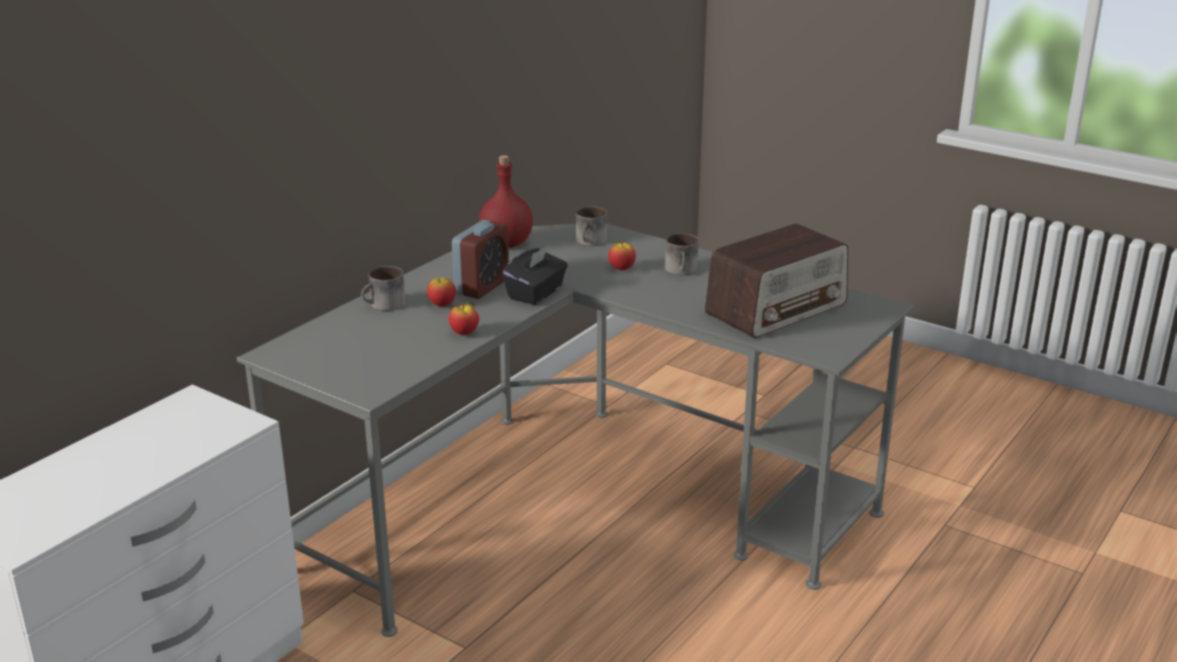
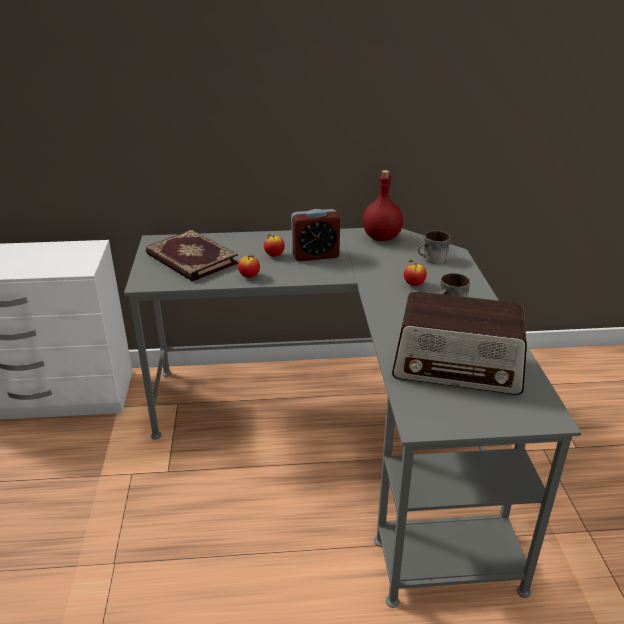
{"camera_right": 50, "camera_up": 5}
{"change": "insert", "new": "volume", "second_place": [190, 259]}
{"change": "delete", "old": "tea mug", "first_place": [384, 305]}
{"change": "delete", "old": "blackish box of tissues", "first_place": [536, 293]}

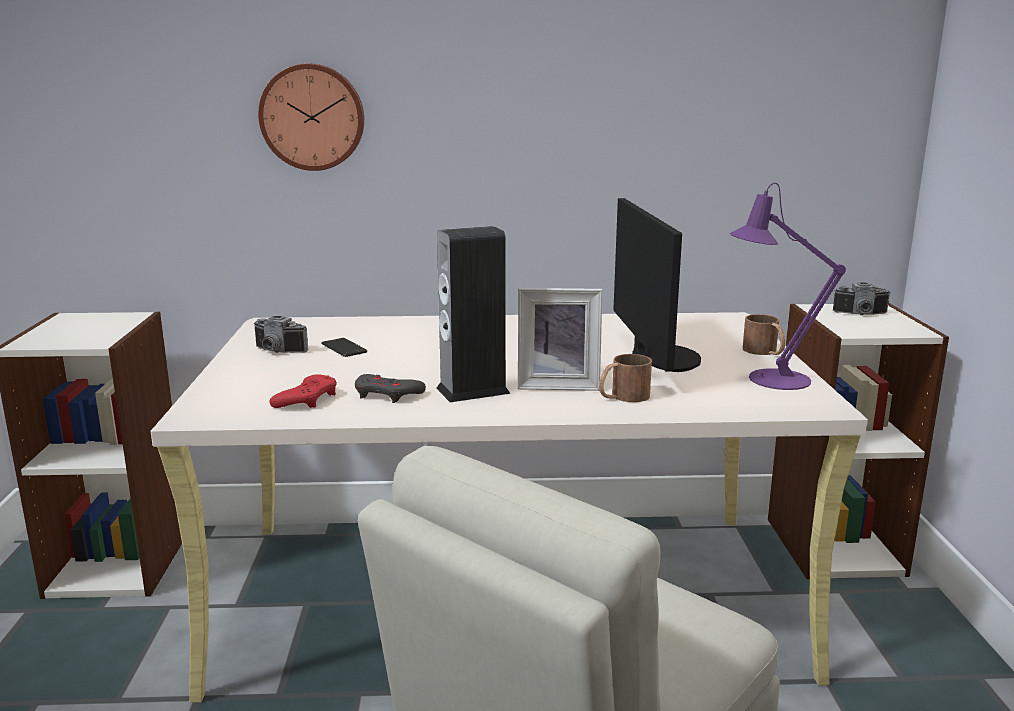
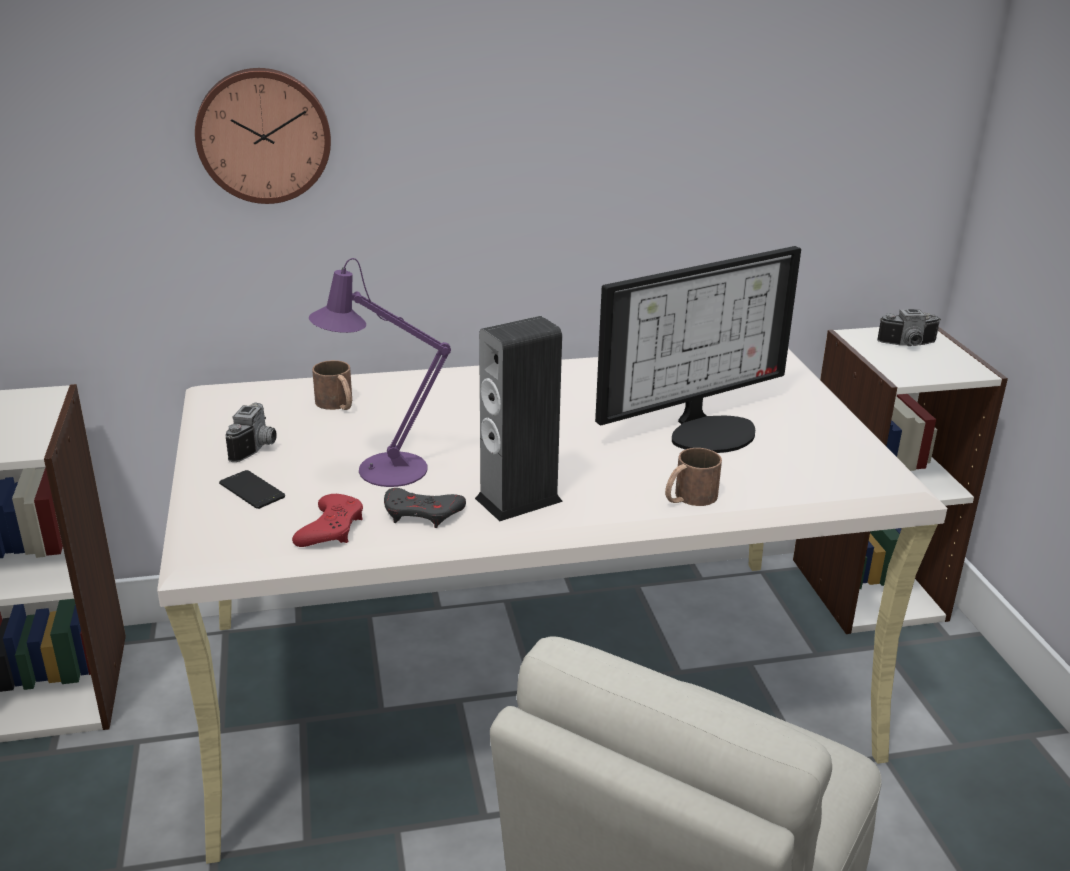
{"camera_right": -10, "camera_up": 10}
{"change": "move", "old": "telephone", "first_place": [344, 348], "second_place": [252, 490]}
{"change": "rotate", "old": "photo camera", "first_place": [277, 352], "second_place": [258, 447], "degrees": -90}
{"change": "move", "old": "purplish table lamp", "first_place": [770, 379], "second_place": [382, 470]}
{"change": "move", "old": "brown-coloured tea mug", "first_place": [765, 352], "second_place": [338, 405]}
{"change": "rotate", "old": "computer display", "first_place": [659, 358], "second_place": [708, 430], "degrees": 75}
{"change": "delete", "old": "picture frame", "first_place": [558, 384]}

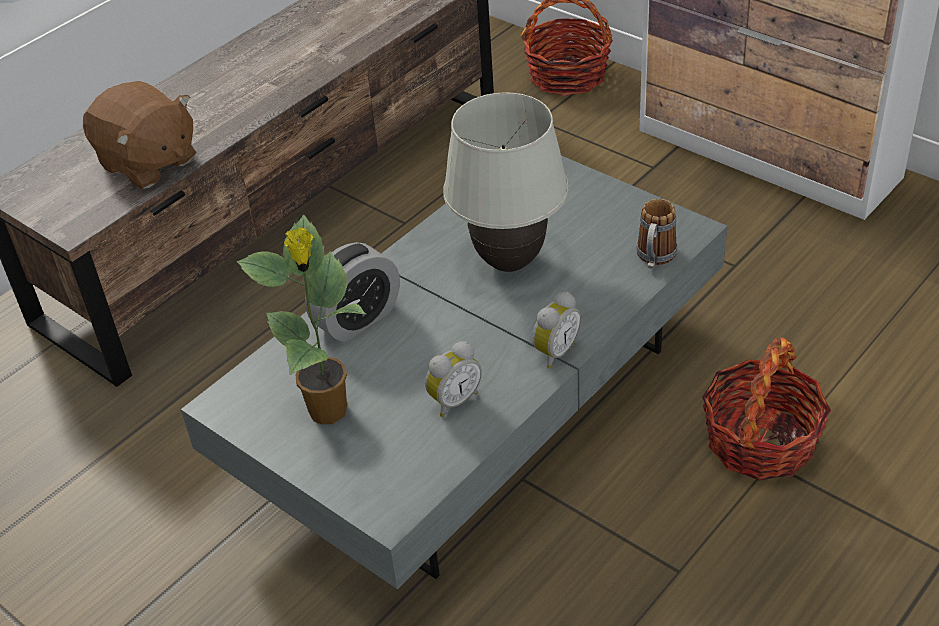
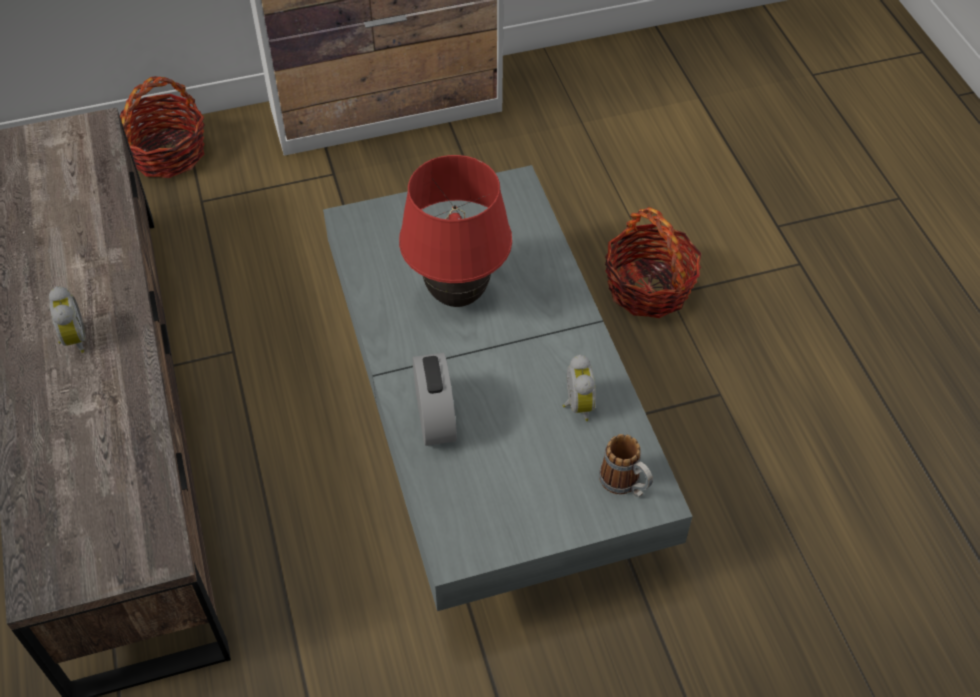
{"camera_right": -60, "camera_up": 10}
{"change": "move", "old": "bedside clock", "first_place": [554, 352], "second_place": [73, 339]}
{"change": "recolor", "old": "white-coloured table lamp", "new": "red table lamp", "first_place": [509, 262], "second_place": [458, 296]}
{"change": "move", "old": "tea mug", "first_place": [654, 259], "second_place": [625, 484]}
{"change": "delete", "old": "brown-coloured plush toy", "first_place": [148, 163]}
{"change": "delete", "old": "potted plant", "first_place": [329, 412]}

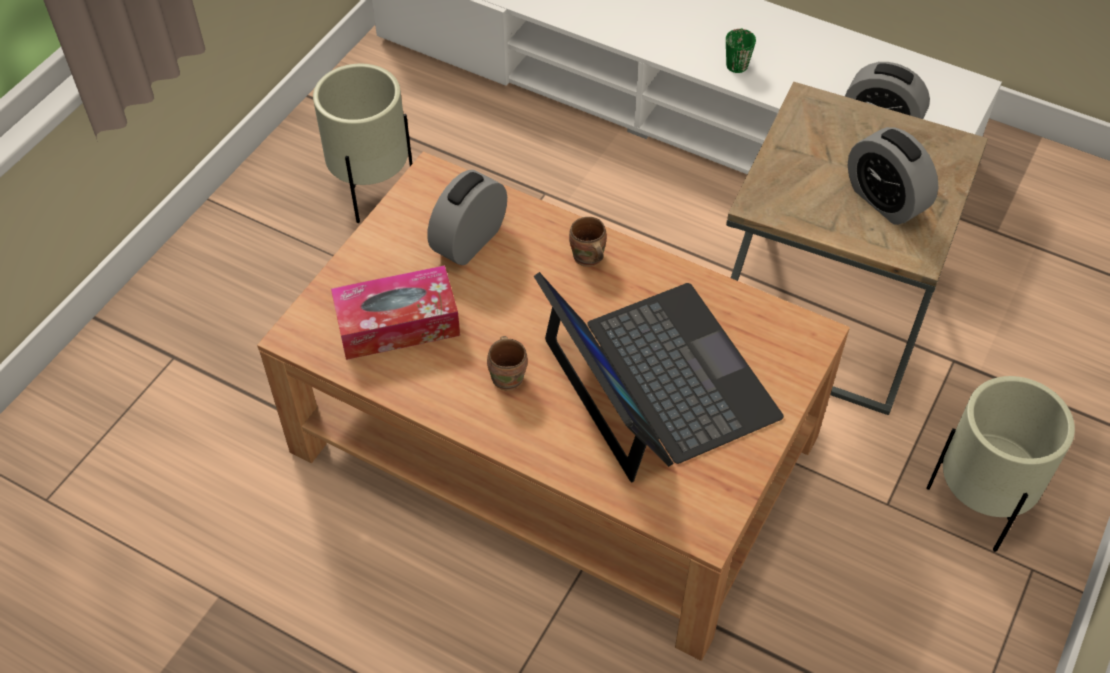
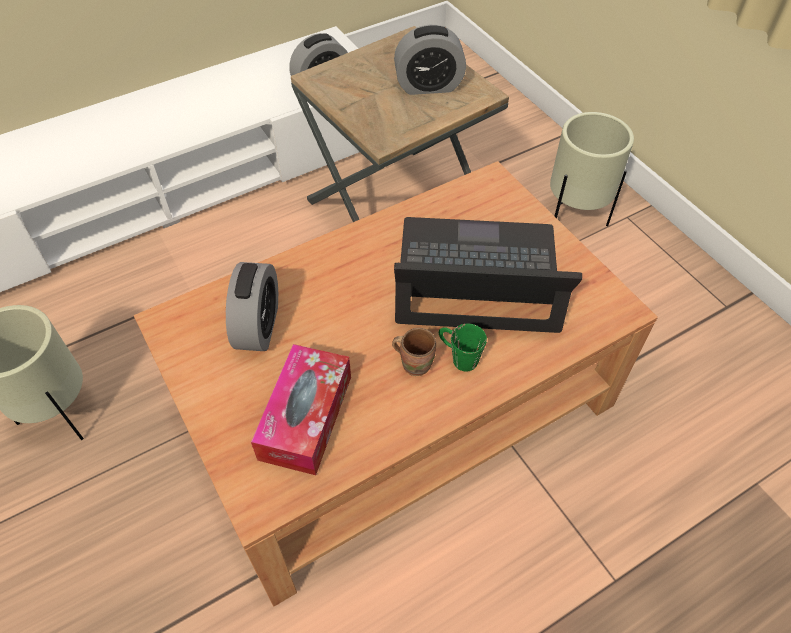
{"camera_right": -60, "camera_up": 0}
{"change": "rotate", "old": "bedside clock", "first_place": [469, 241], "second_place": [258, 326], "degrees": -150}
{"change": "move", "old": "greenish tea mug", "first_place": [737, 61], "second_place": [458, 357]}
{"change": "delete", "old": "brown-coloured tea mug", "first_place": [587, 259]}

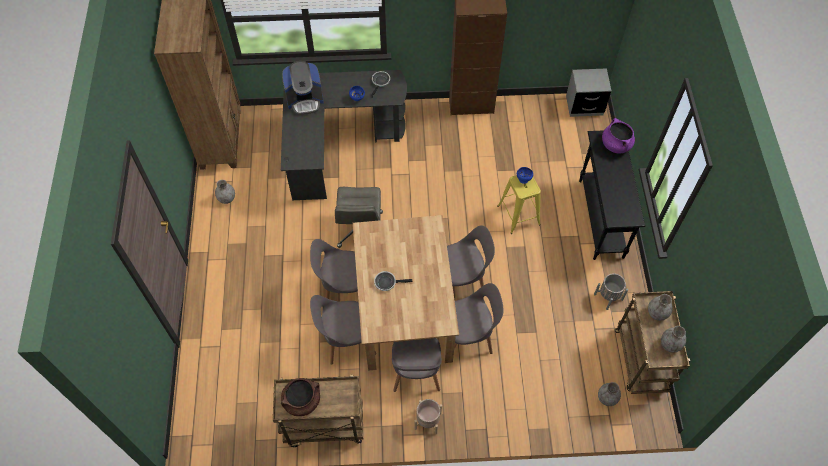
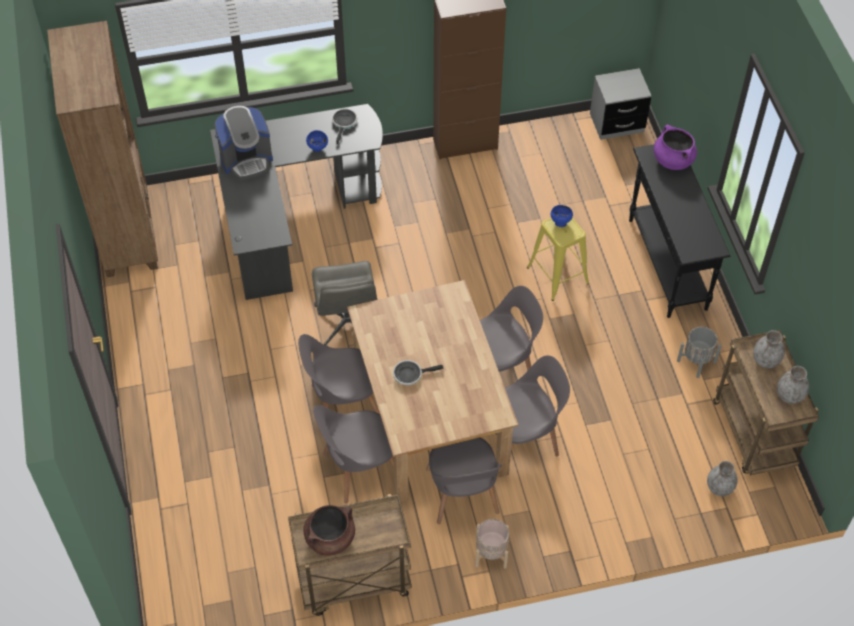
{"camera_right": -10, "camera_up": -5}
{"change": "delete", "old": "grey vase", "first_place": [226, 198]}

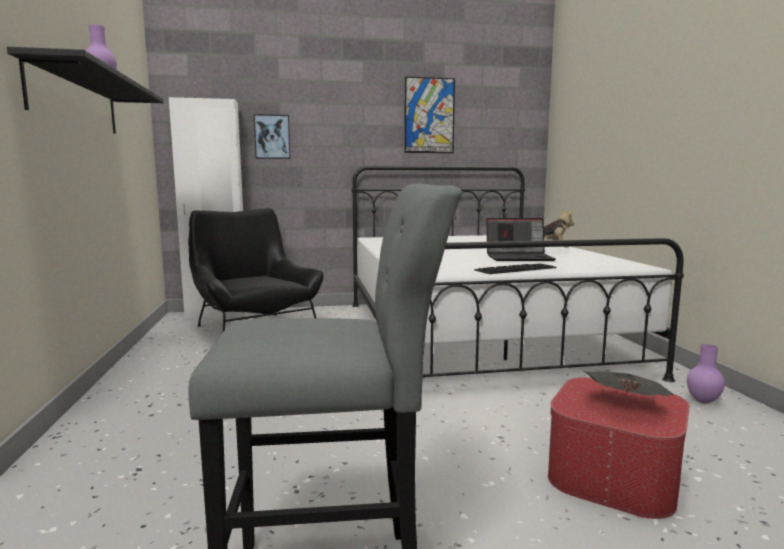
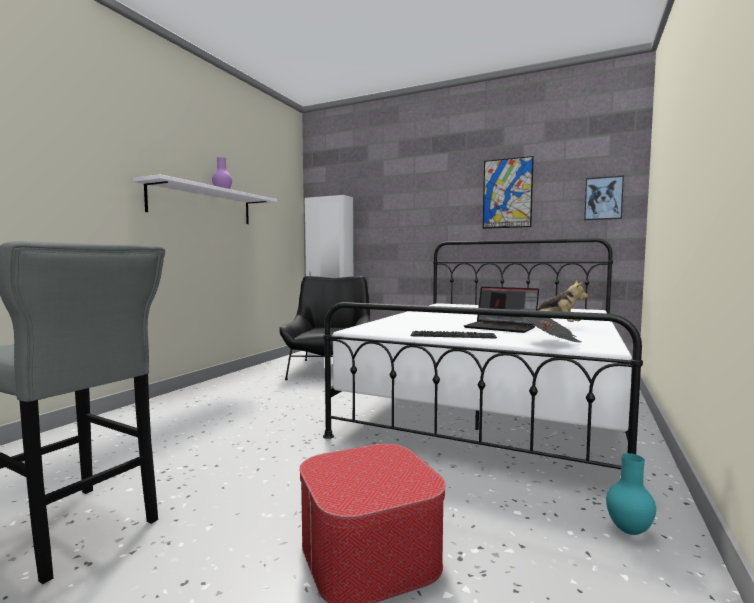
{"camera_right": 35, "camera_up": -5}
{"change": "recolor", "old": "blackish bracket shelf", "new": "white-coloured bracket shelf", "first_place": [76, 101], "second_place": [202, 205]}
{"change": "move", "old": "newspaper", "first_place": [626, 405], "second_place": [549, 343]}
{"change": "move", "old": "wall art", "first_place": [272, 137], "second_place": [603, 198]}
{"change": "recolor", "old": "purplish vase", "new": "turquoise vase", "first_place": [703, 401], "second_place": [630, 531]}

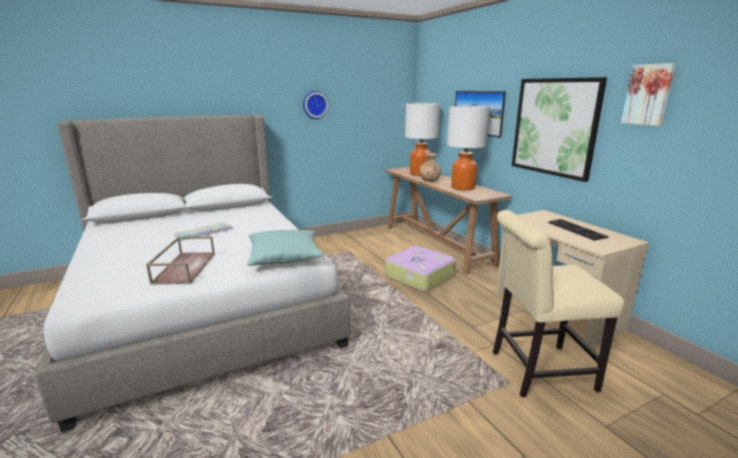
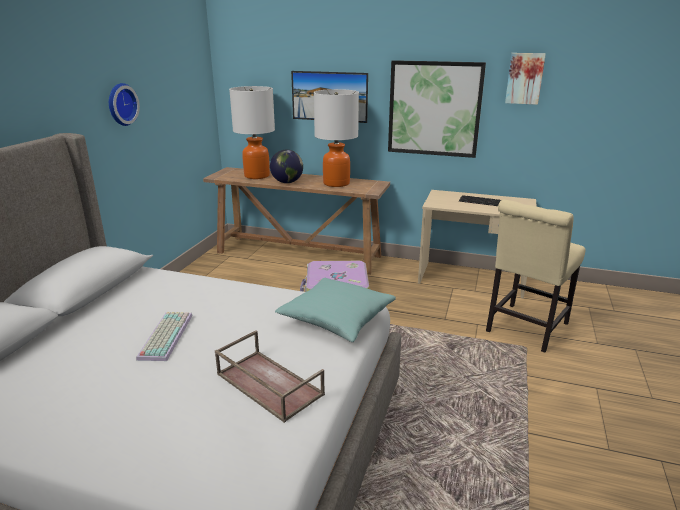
{"camera_right": -45, "camera_up": 5}
{"change": "replace", "old": "brown-coloured vase", "new": "world globe", "first_place": [429, 180], "second_place": [287, 182]}

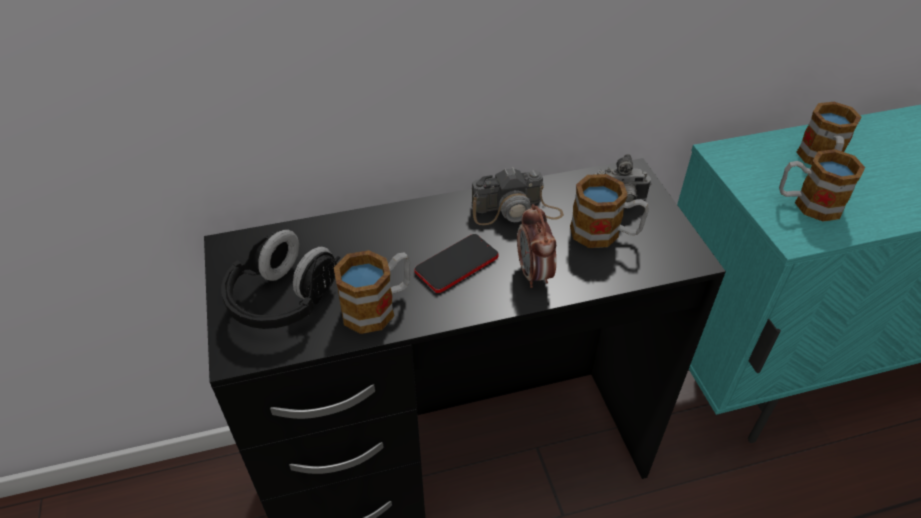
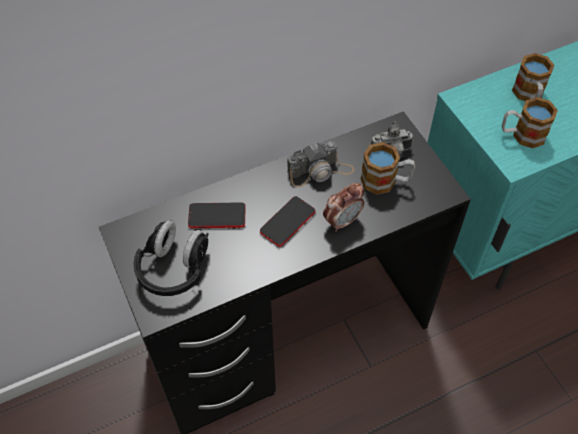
{"camera_right": -10, "camera_up": 10}
{"change": "insert", "new": "telephone", "second_place": [217, 216]}
{"change": "rotate", "old": "bedside clock", "first_place": [534, 274], "second_place": [342, 221], "degrees": -105}
{"change": "delete", "old": "tea mug", "first_place": [378, 306]}

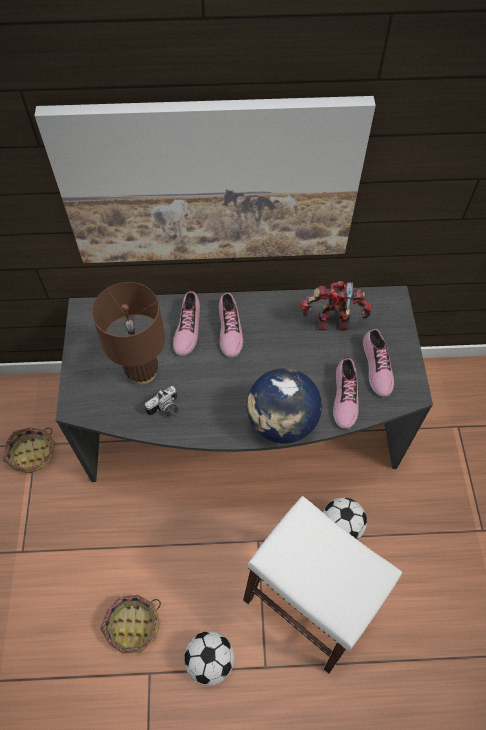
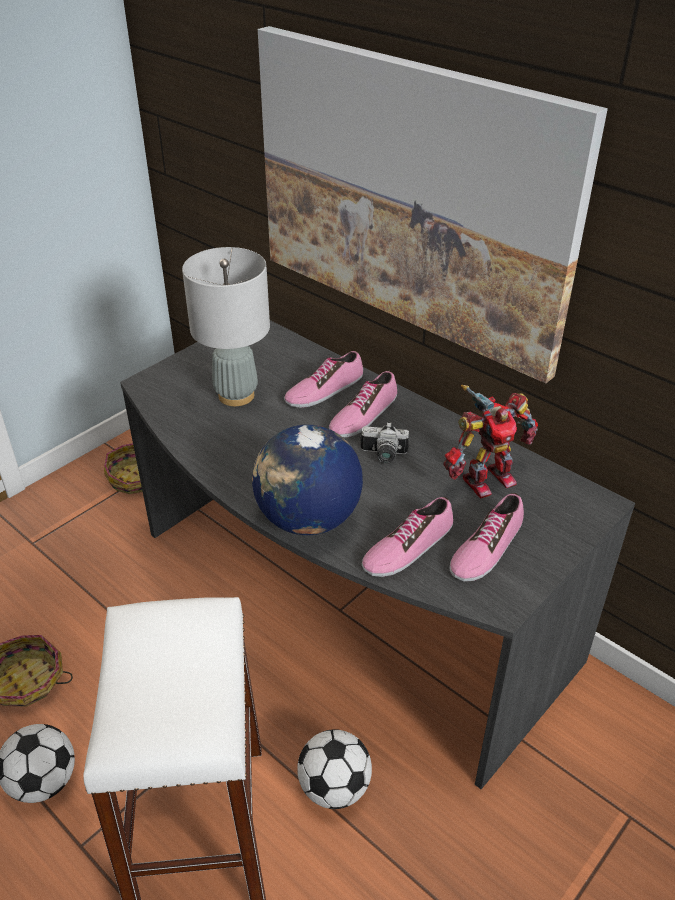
{"camera_right": 45, "camera_up": -20}
{"change": "recolor", "old": "brown-coloured table lamp", "new": "grey table lamp", "first_place": [142, 372], "second_place": [236, 395]}
{"change": "move", "old": "photo camera", "first_place": [165, 409], "second_place": [383, 455]}
{"change": "rotate", "old": "model robot", "first_place": [333, 324], "second_place": [486, 479], "degrees": 105}

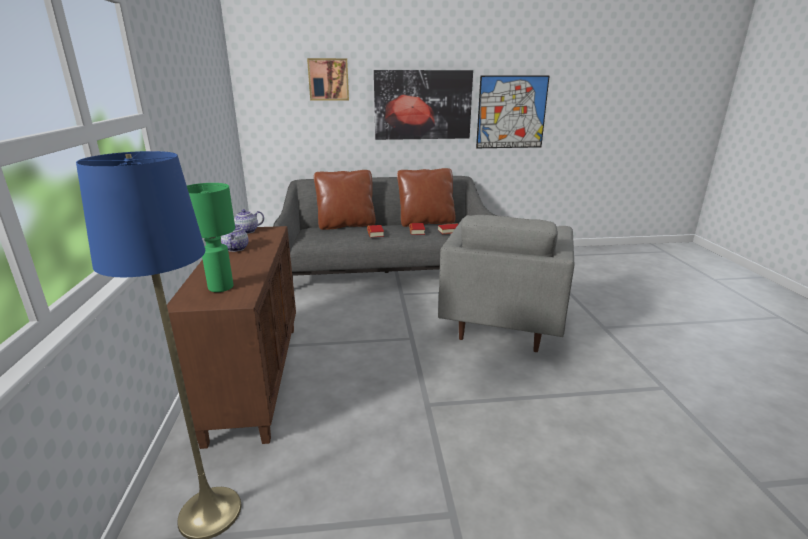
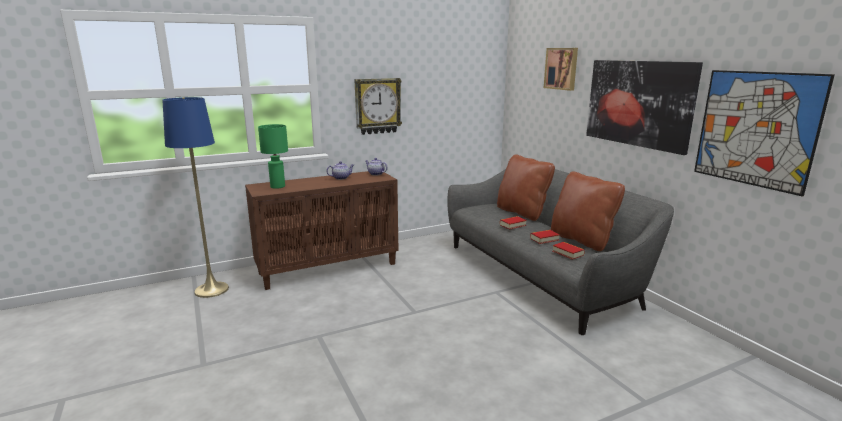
{"camera_right": 70, "camera_up": -5}
{"change": "insert", "new": "clock on the wall", "second_place": [377, 106]}
{"change": "delete", "old": "grey armchair", "first_place": [502, 324]}

